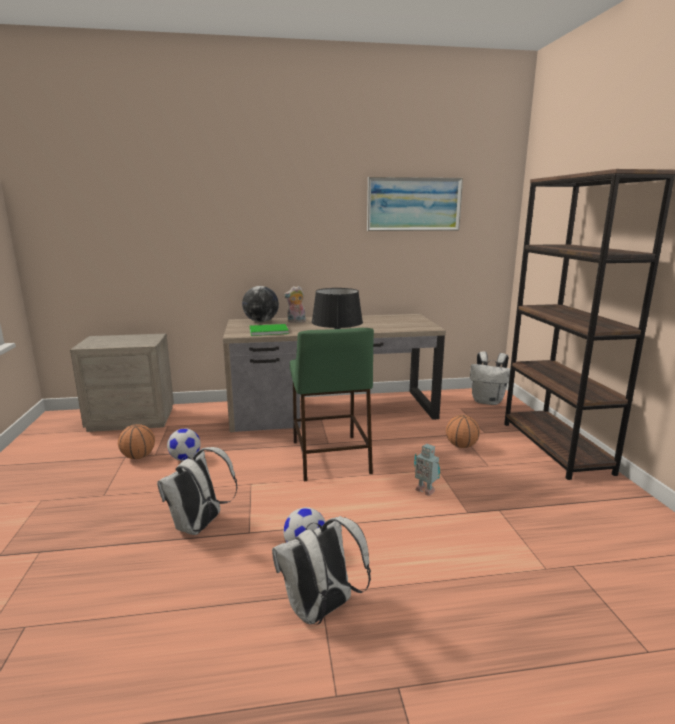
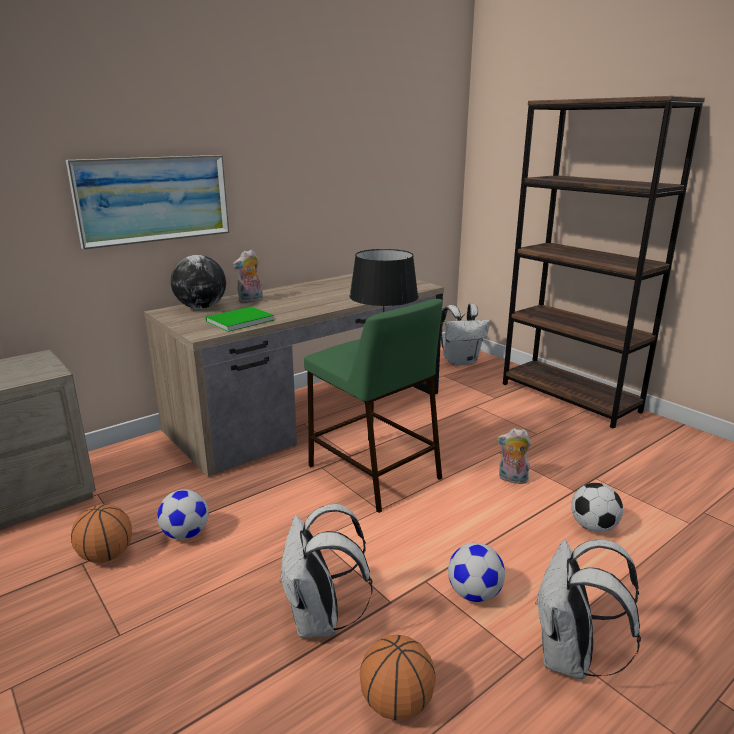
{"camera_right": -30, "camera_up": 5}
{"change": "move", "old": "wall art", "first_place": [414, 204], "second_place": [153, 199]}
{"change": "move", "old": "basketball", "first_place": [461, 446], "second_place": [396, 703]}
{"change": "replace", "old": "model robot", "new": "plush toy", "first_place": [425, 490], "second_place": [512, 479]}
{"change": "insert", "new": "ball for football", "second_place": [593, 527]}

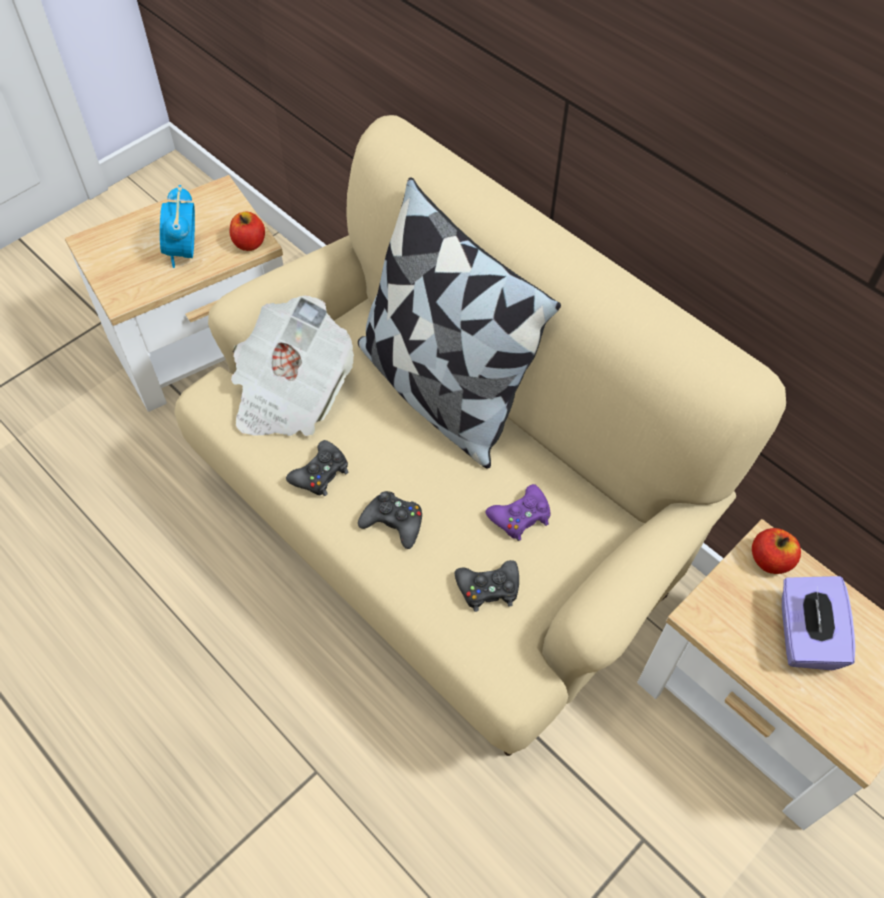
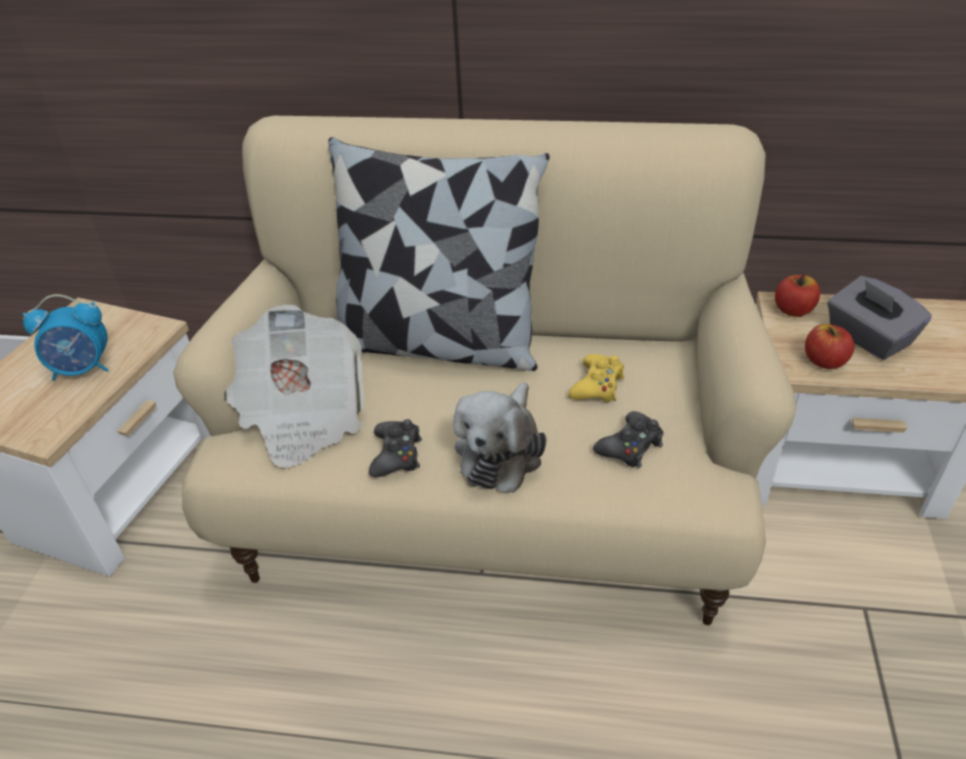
{"camera_right": -35, "camera_up": -15}
{"change": "rotate", "old": "bedside clock", "first_place": [184, 251], "second_place": [83, 369], "degrees": -60}
{"change": "replace", "old": "blackish joypad", "new": "plush toy", "first_place": [393, 523], "second_place": [501, 451]}
{"change": "recolor", "old": "purplish joypad", "new": "yellowish joypad", "first_place": [520, 517], "second_place": [597, 386]}
{"change": "move", "old": "whole apple", "first_place": [249, 243], "second_place": [824, 361]}
{"change": "recolor", "old": "purplish box of tissues", "new": "grey box of tissues", "first_place": [804, 635], "second_place": [867, 338]}

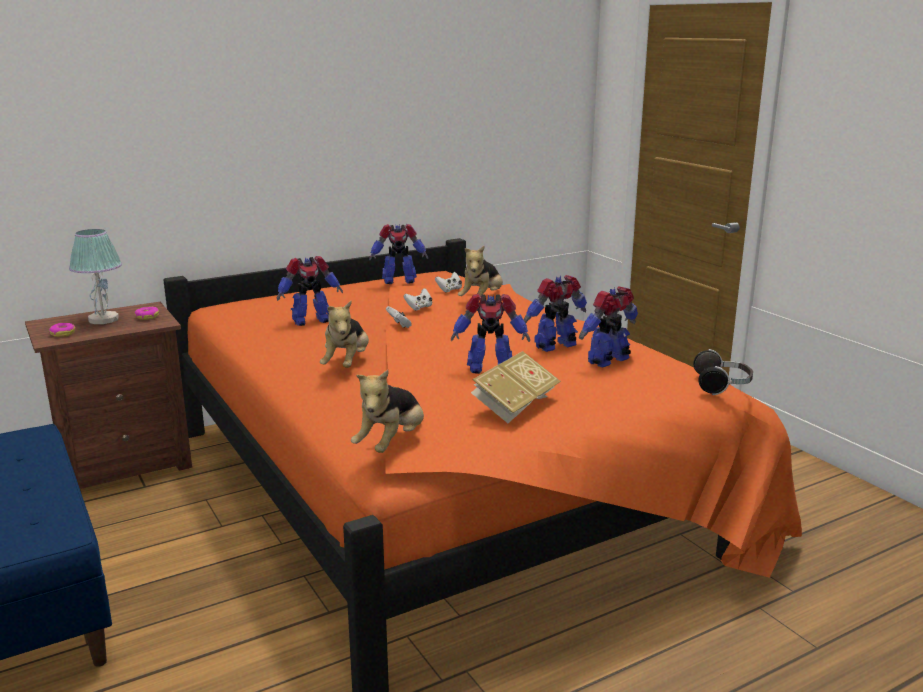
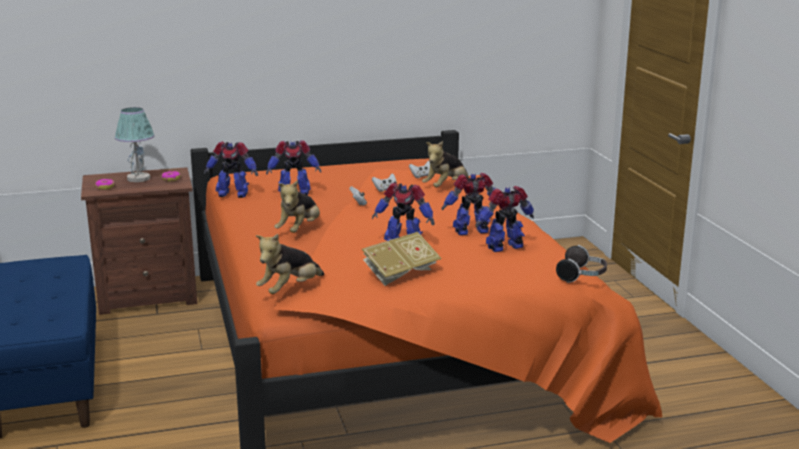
{"camera_right": 15, "camera_up": 0}
{"change": "move", "old": "model robot", "first_place": [398, 281], "second_place": [232, 194]}

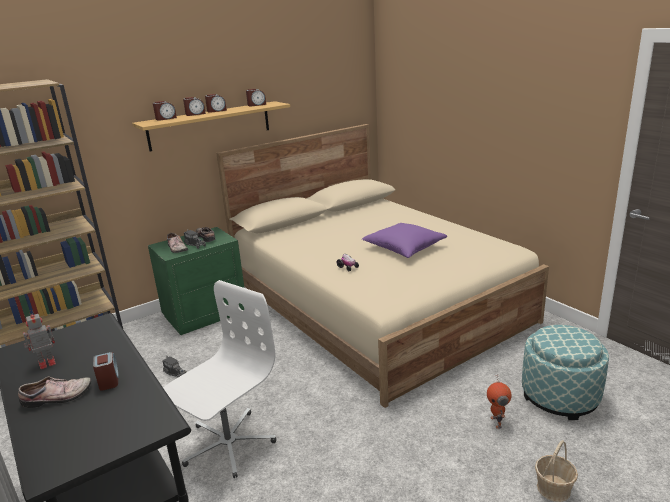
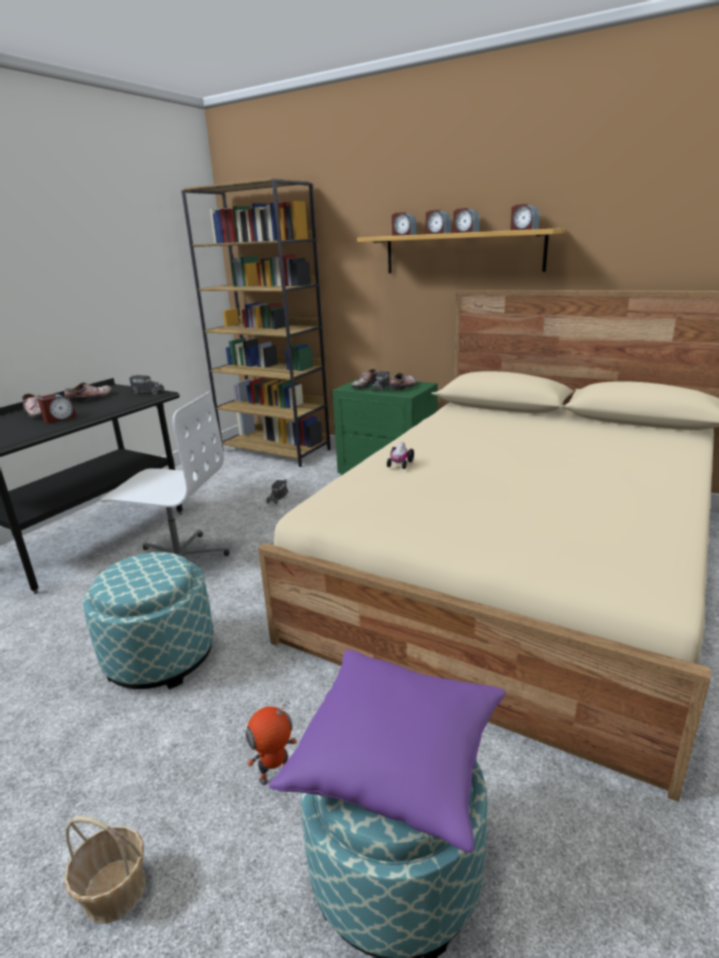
{"camera_right": 65, "camera_up": 0}
{"change": "replace", "old": "model robot", "new": "shoe", "first_place": [46, 363], "second_place": [91, 398]}
{"change": "insert", "new": "pouffe", "second_place": [160, 656]}
{"change": "insert", "new": "toy truck", "second_place": [147, 392]}
{"change": "move", "old": "purplish cushion", "first_place": [404, 248], "second_place": [397, 758]}

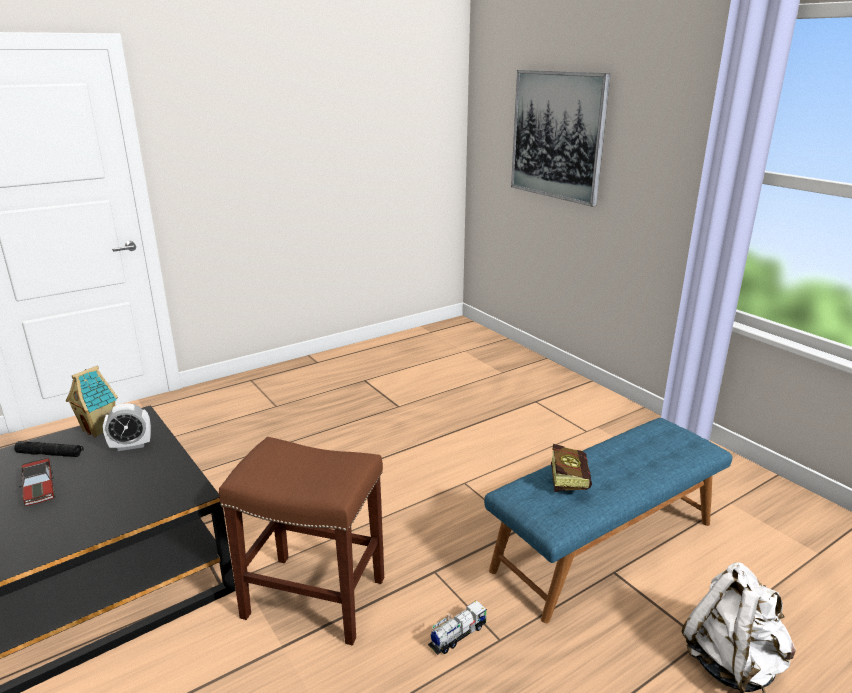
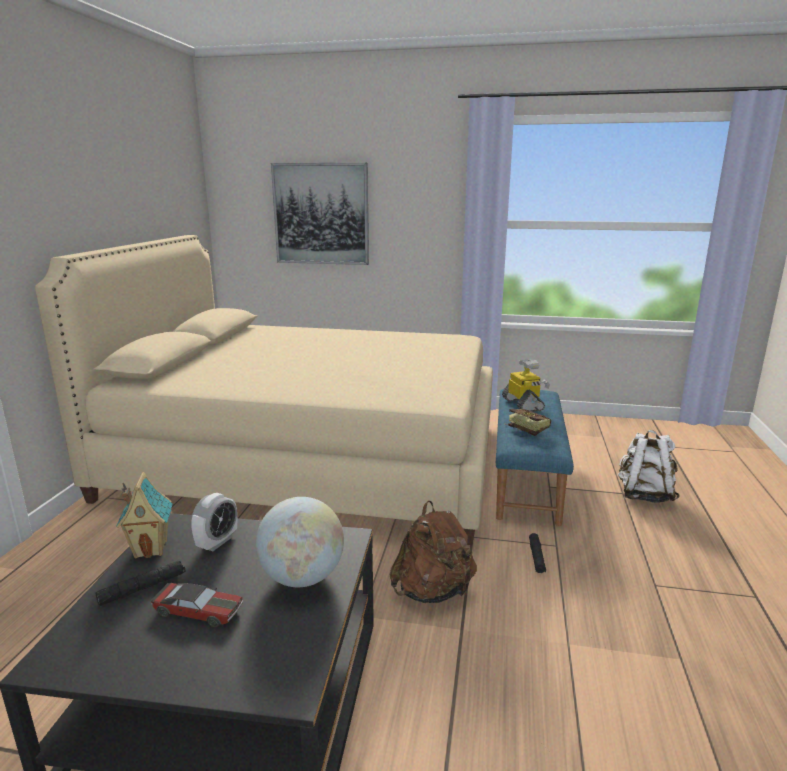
{"camera_right": -45, "camera_up": -5}
{"change": "insert", "new": "beige bed", "second_place": [312, 459]}
{"change": "insert", "new": "world globe", "second_place": [302, 577]}
{"change": "replace", "old": "brown-coloured stool", "new": "brown-coloured backpack", "first_place": [316, 597], "second_place": [433, 592]}
{"change": "insert", "new": "model robot", "second_place": [523, 404]}
{"change": "replace", "old": "toy truck", "new": "blackish torch", "first_place": [457, 636], "second_place": [536, 557]}

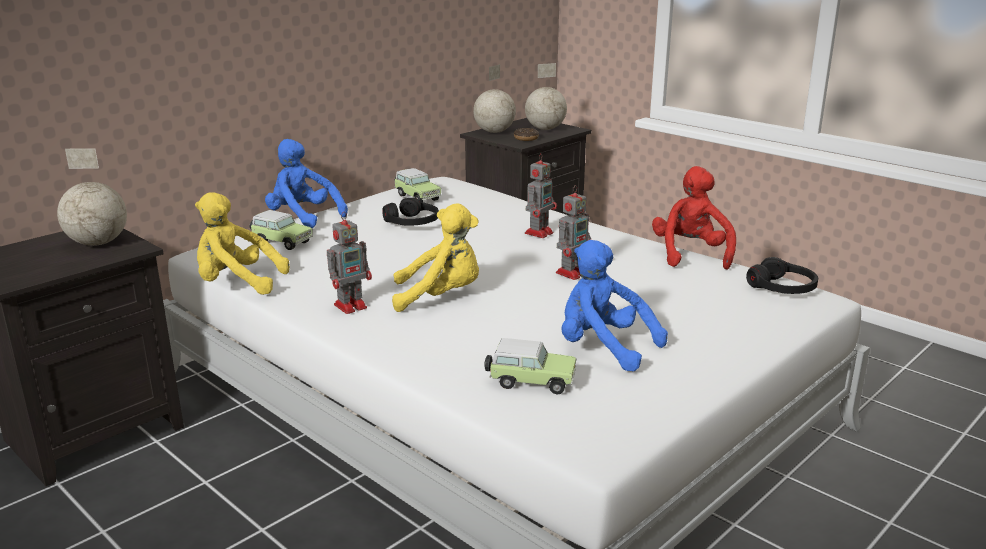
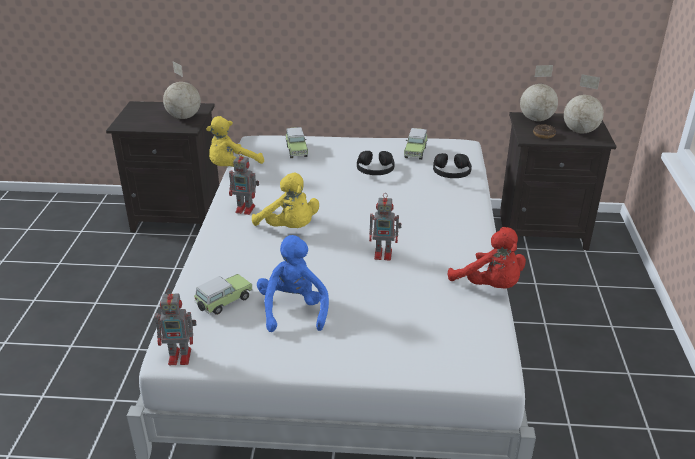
{"camera_right": 50, "camera_up": 10}
{"change": "move", "old": "model robot", "first_place": [539, 232], "second_place": [181, 356]}
{"change": "rotate", "old": "miniature car", "first_place": [529, 382], "second_place": [223, 302], "degrees": -105}
{"change": "rotate", "old": "yellowish plush toy", "first_place": [237, 284], "second_place": [232, 168], "degrees": -105}
{"change": "move", "old": "blackish pair of headphones", "first_place": [782, 288], "second_place": [451, 173]}
{"change": "rotate", "old": "red plush toy", "first_place": [690, 254], "second_place": [490, 286], "degrees": 90}
{"change": "delete", "old": "blue-coloured plush toy", "first_place": [303, 217]}

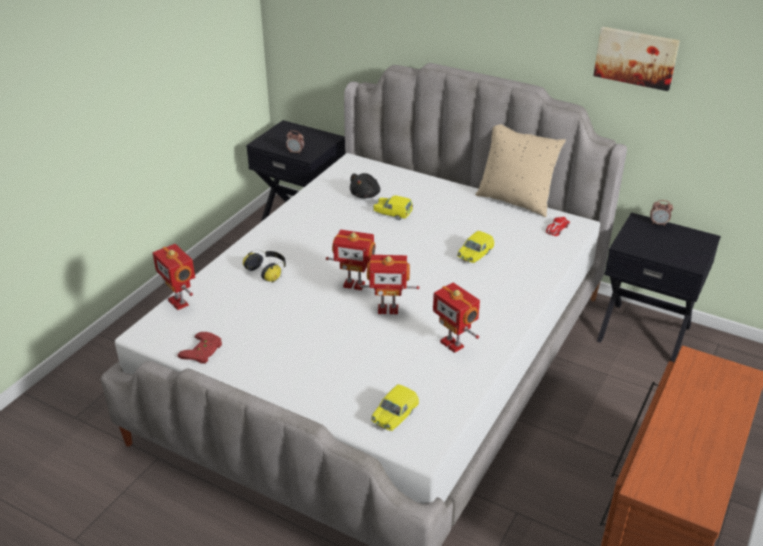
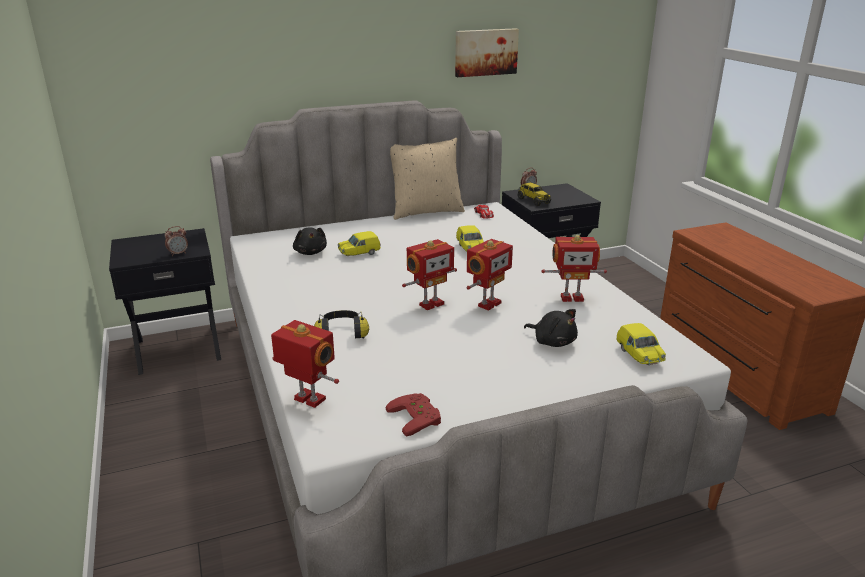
{"camera_right": -50, "camera_up": -10}
{"change": "rotate", "old": "model robot", "first_place": [180, 302], "second_place": [308, 400], "degrees": -150}
{"change": "insert", "new": "toy truck", "second_place": [533, 201]}
{"change": "insert", "new": "blackish plush toy", "second_place": [552, 341]}

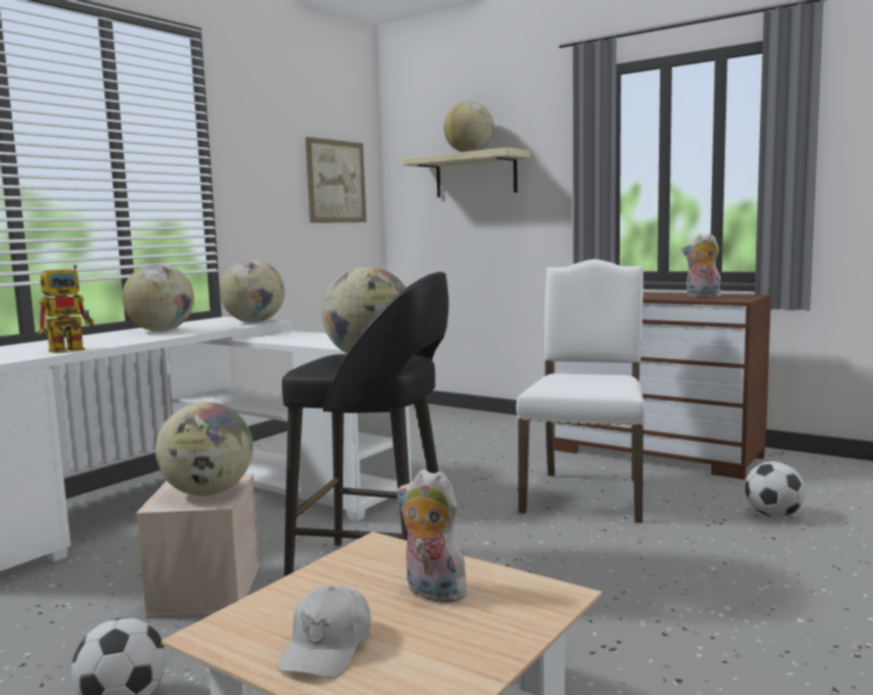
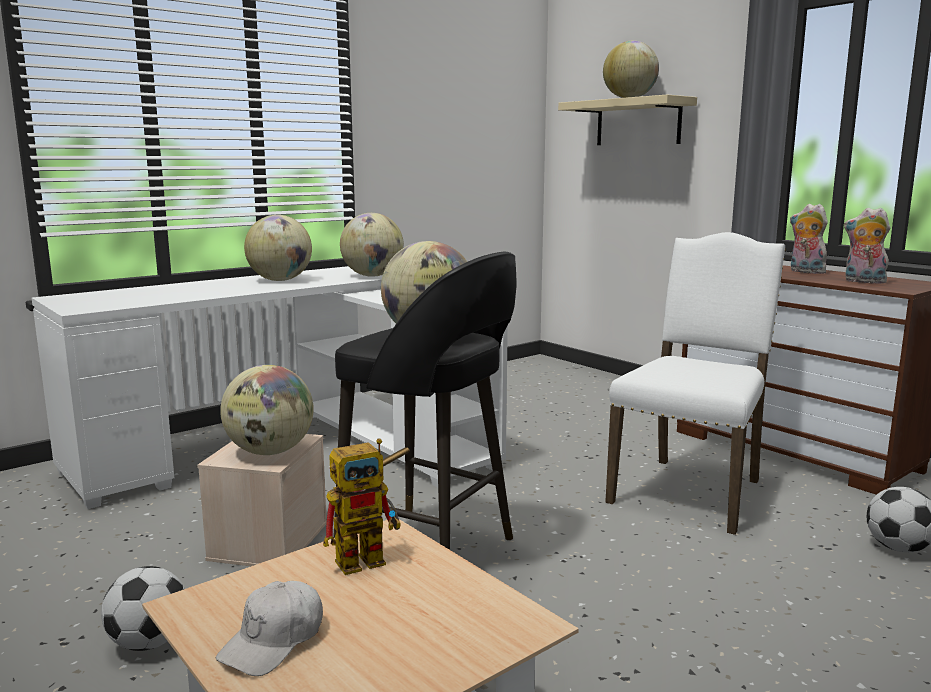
{"camera_right": 15, "camera_up": 5}
{"change": "move", "old": "model robot", "first_place": [73, 349], "second_place": [369, 558]}
{"change": "move", "old": "plush toy", "first_place": [431, 592], "second_place": [805, 272]}
{"change": "delete", "old": "wall art", "first_place": [336, 181]}

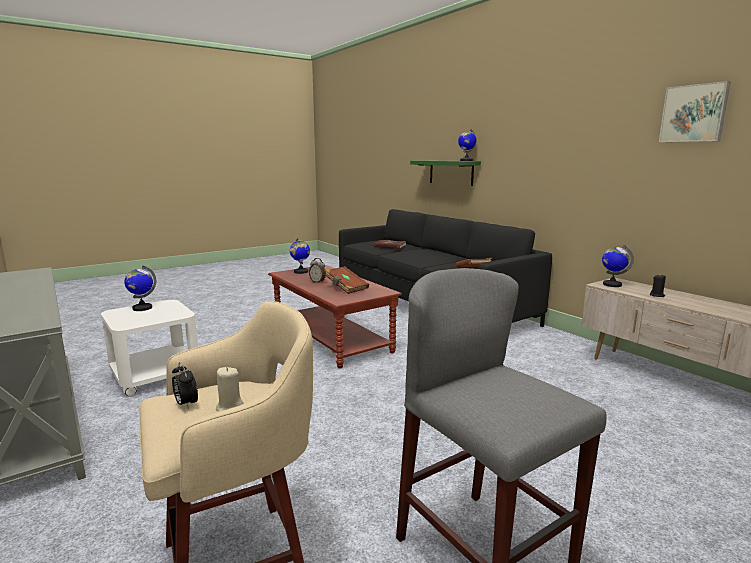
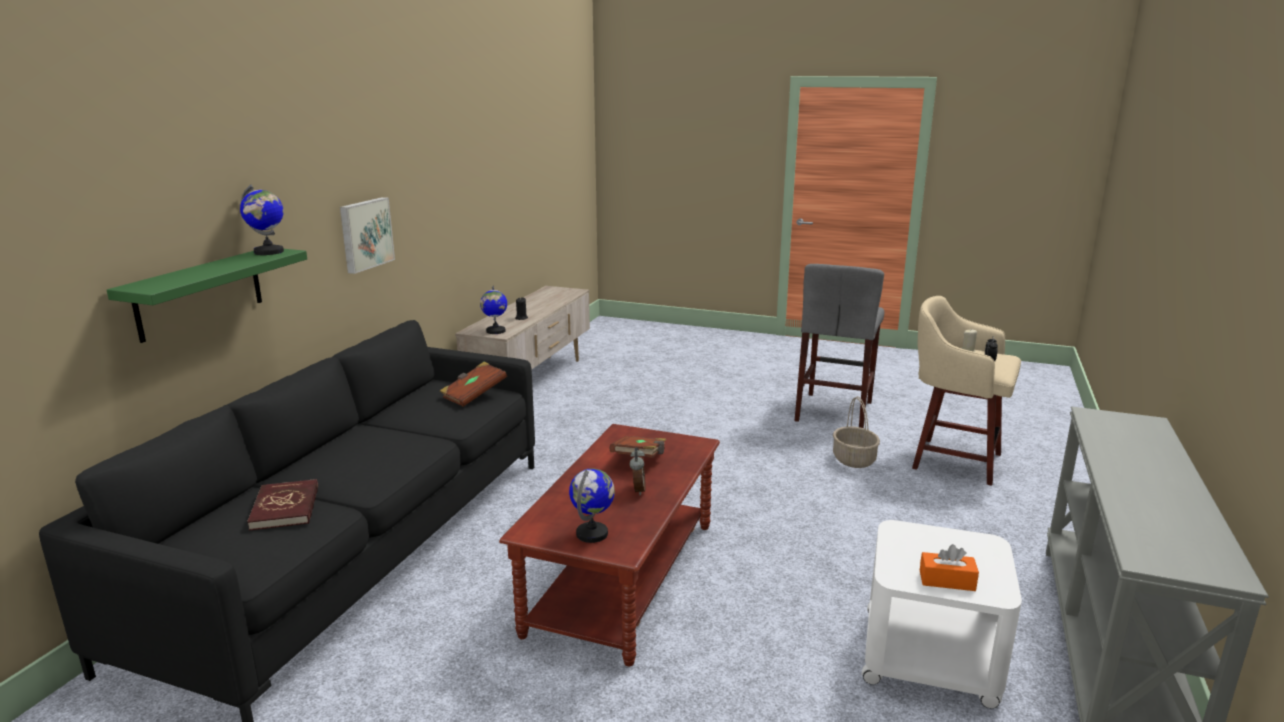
{"camera_right": -125, "camera_up": 5}
{"change": "move", "old": "wall art", "first_place": [694, 113], "second_place": [365, 234]}
{"change": "insert", "new": "basket", "second_place": [854, 460]}
{"change": "replace", "old": "world globe", "new": "orange box of tissues", "first_place": [142, 308], "second_place": [947, 580]}

